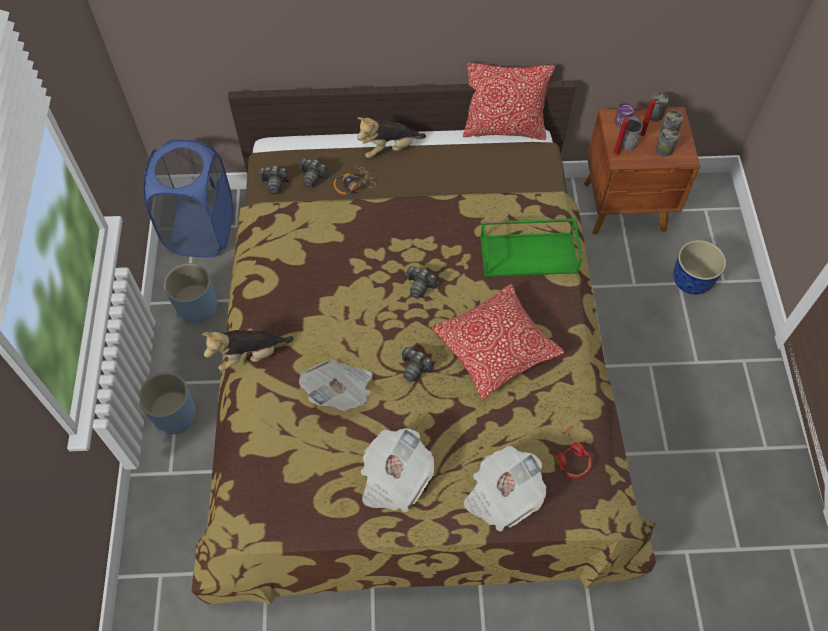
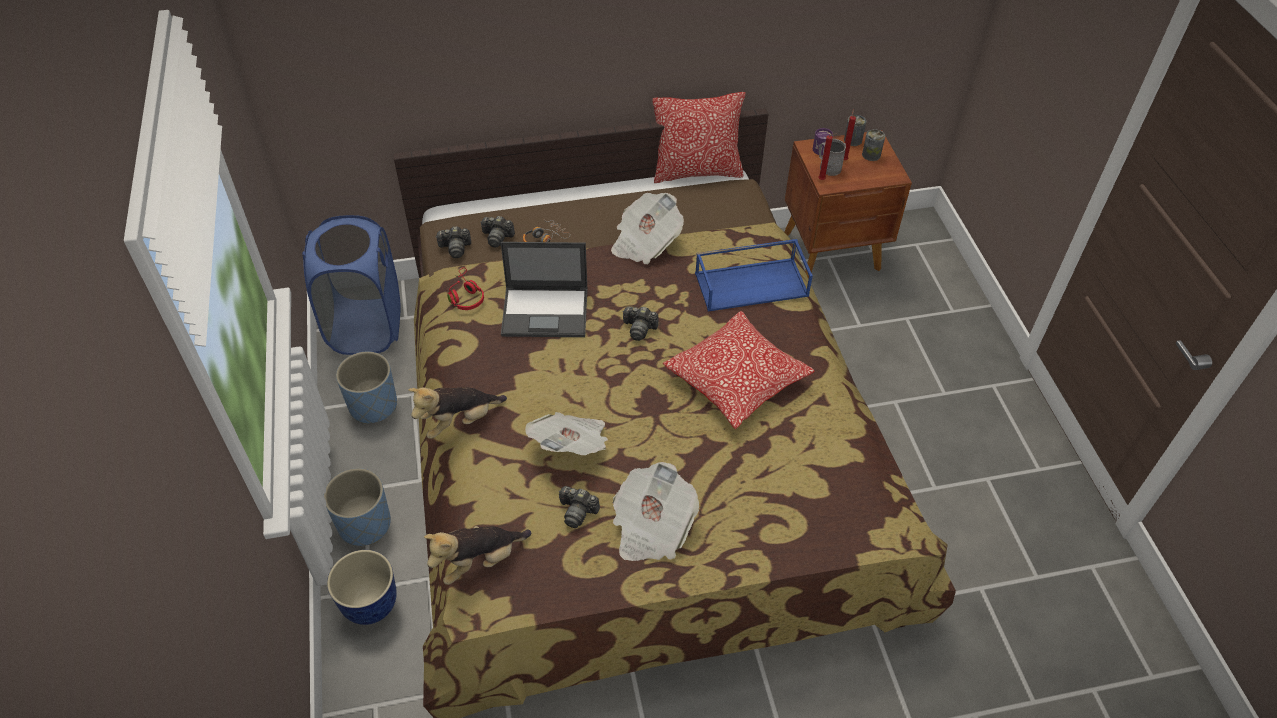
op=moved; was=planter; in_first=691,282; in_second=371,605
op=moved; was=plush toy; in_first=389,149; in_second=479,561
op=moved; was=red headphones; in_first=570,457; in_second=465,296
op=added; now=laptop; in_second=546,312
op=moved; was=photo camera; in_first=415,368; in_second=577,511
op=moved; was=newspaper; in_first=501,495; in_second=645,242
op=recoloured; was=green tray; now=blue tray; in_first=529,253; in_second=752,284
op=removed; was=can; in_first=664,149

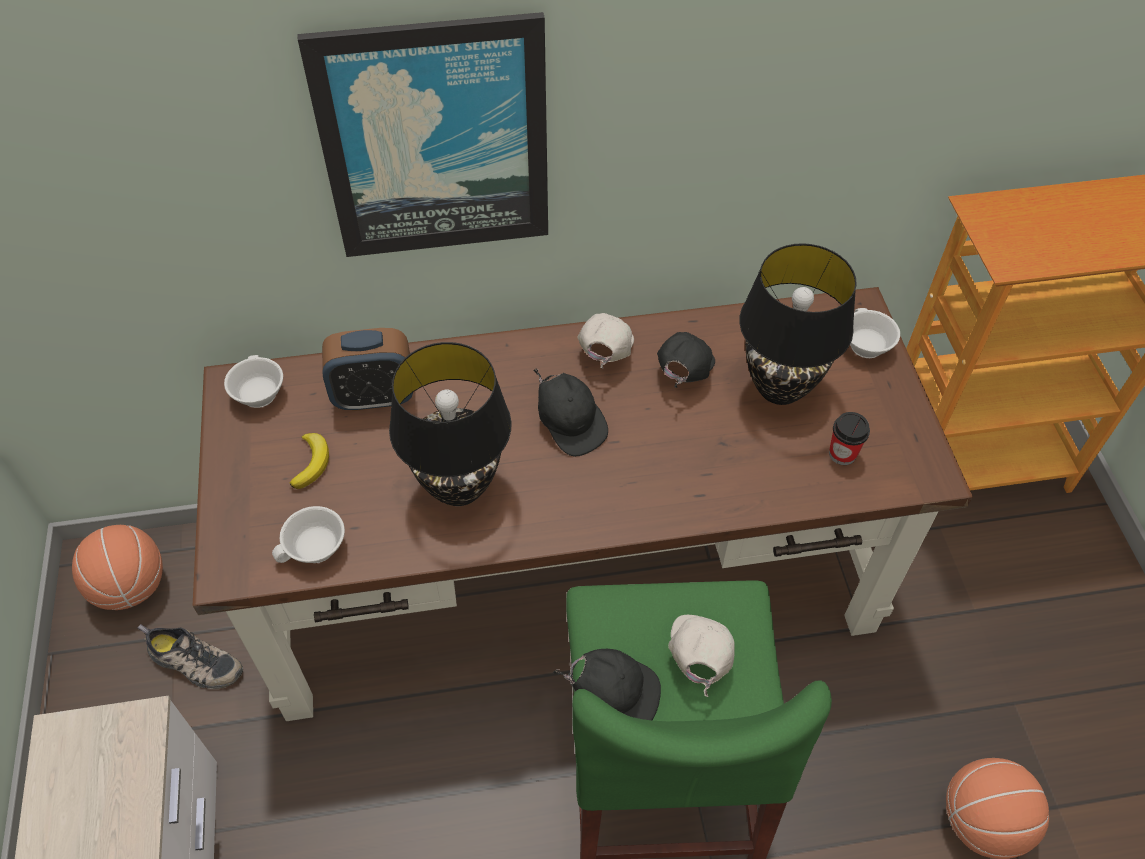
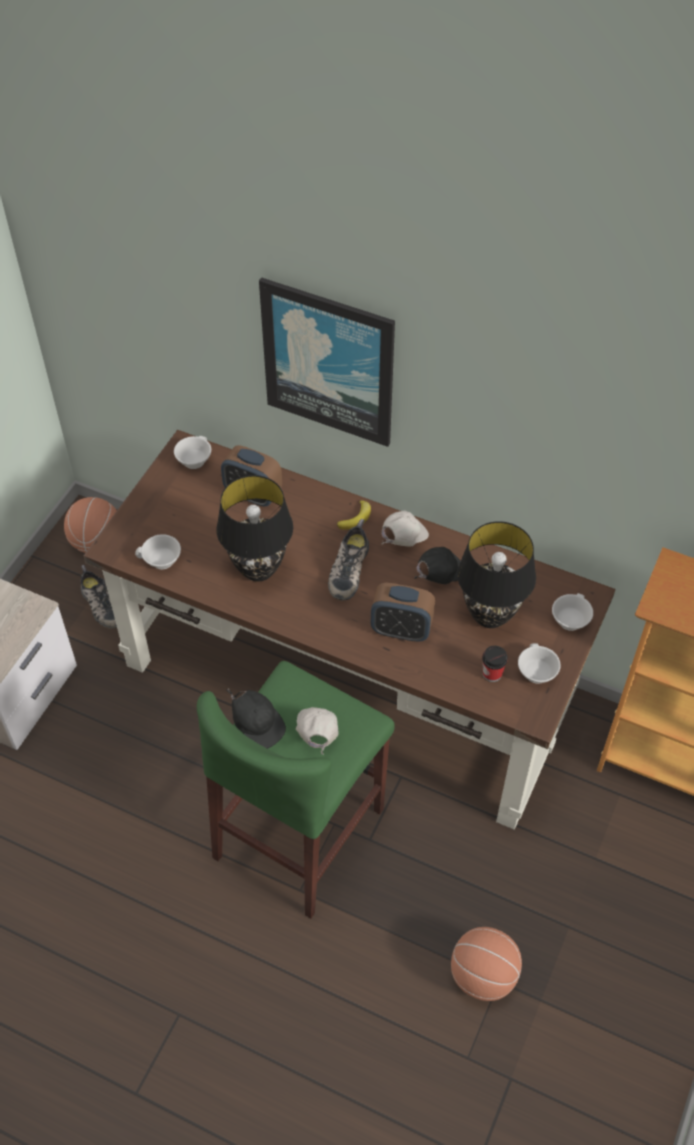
op=turned; was=white cap; in_first=698,657; in_second=317,734; clockwise=-45
op=replaced; was=black cap; now=shoe; in_first=570,424; in_second=347,568
op=moved; was=banana; in_first=311,462; in_second=356,518
op=added; now=alarm clock; in_second=401,630
op=added; now=white cup; in_second=535,672

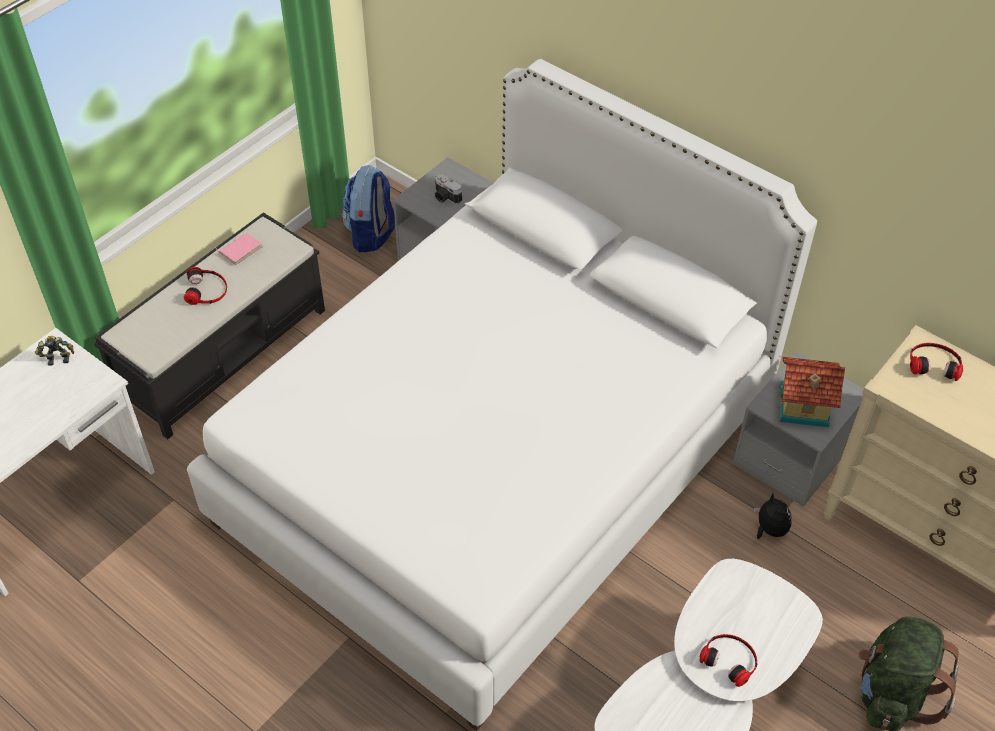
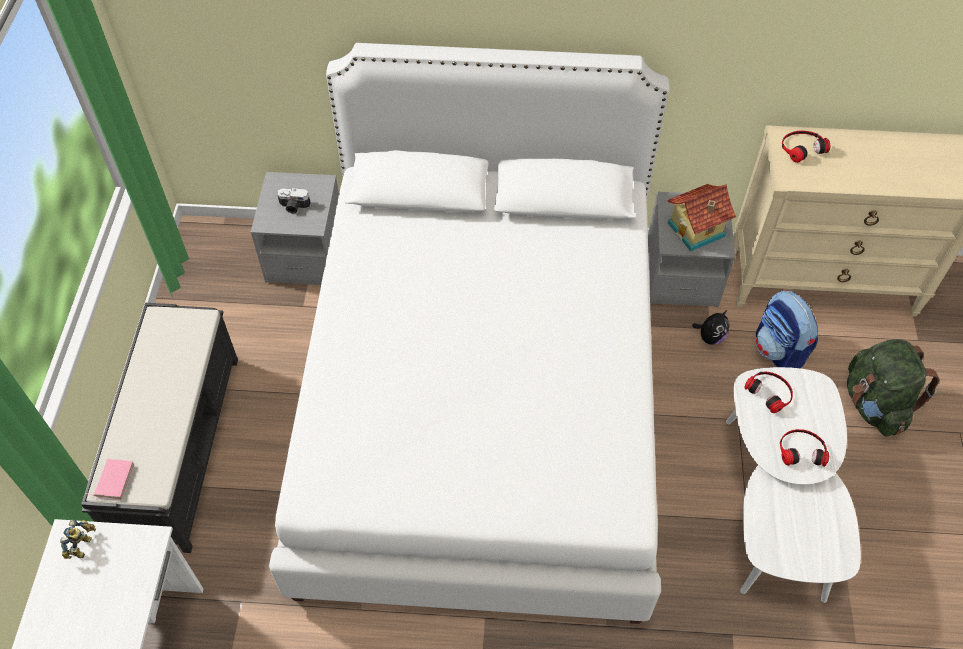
op=turned; was=toy robot; in_first=58,358; in_second=83,546; clockwise=150
op=moved; was=pink book; in_first=240,250; in_second=113,480
op=turned; was=plush toy; in_first=769,530; in_second=710,337; clockwise=105
op=moved; was=headphones; in_first=207,290; in_second=770,392
op=moved; was=backpack; in_first=371,234; in_second=779,351

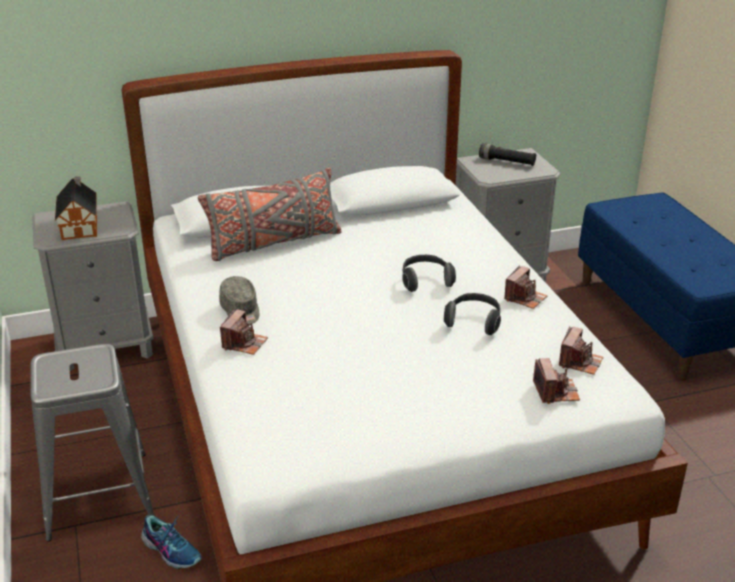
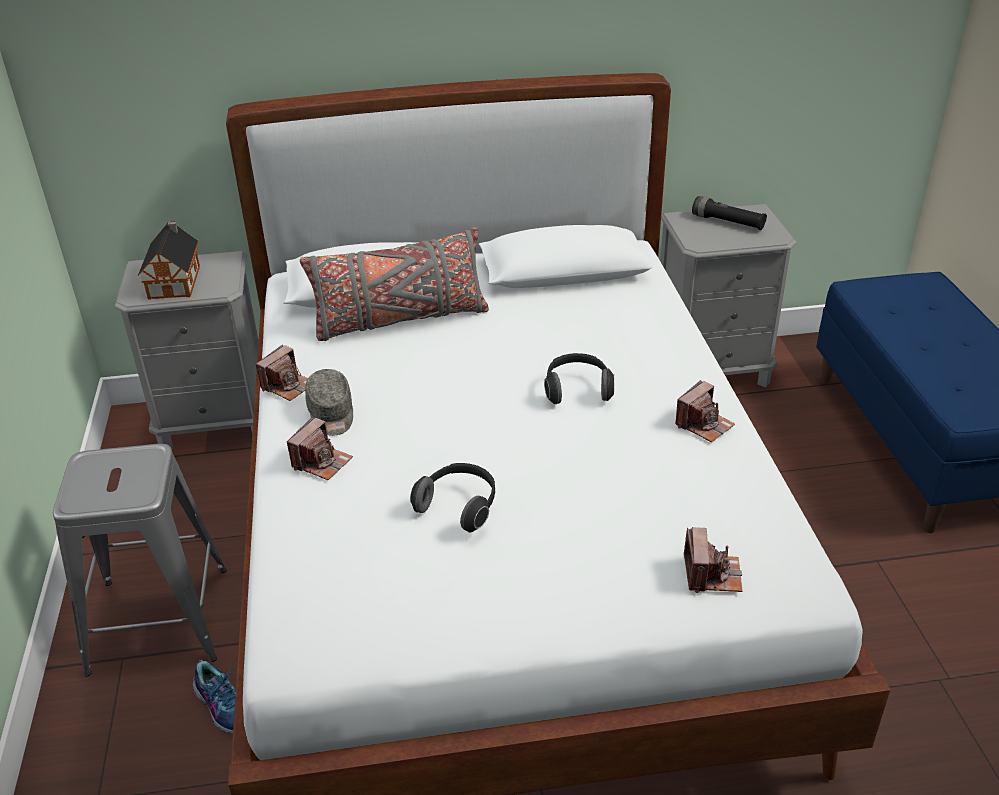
op=moved; was=photo camera; in_first=579,362; in_second=288,386
op=moved; was=headphones; in_first=474,322; in_second=459,506

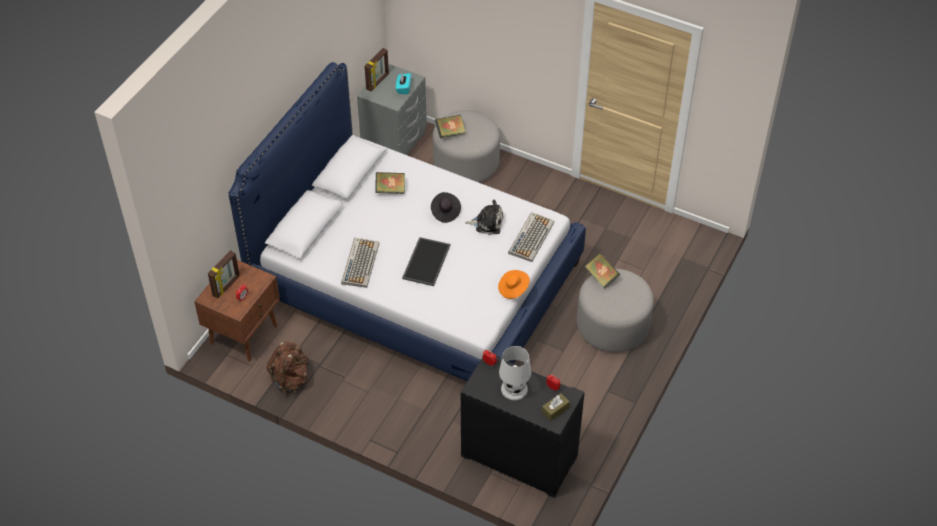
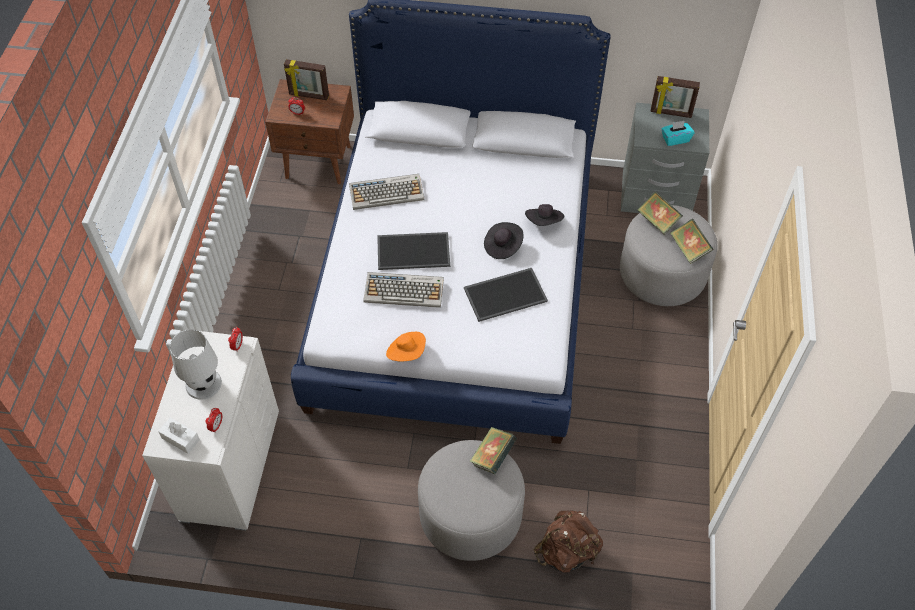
op=recoloured; was=black dresser; now=white dresser; in_first=518,457; in_second=229,465
op=recoloured; was=brown tissue box; now=white tissue box; in_first=555,410; in_second=180,439
op=moved; was=keyboard; in_first=531,237; in_second=404,290
op=replaced; was=plush toy; now=tray; in_first=487,223; in_second=505,293
op=added; now=black hat; in_second=544,222
op=moved; was=brown backpack; in_first=291,379; in_second=566,552
op=moved; was=book; in_first=390,189; in_second=689,249

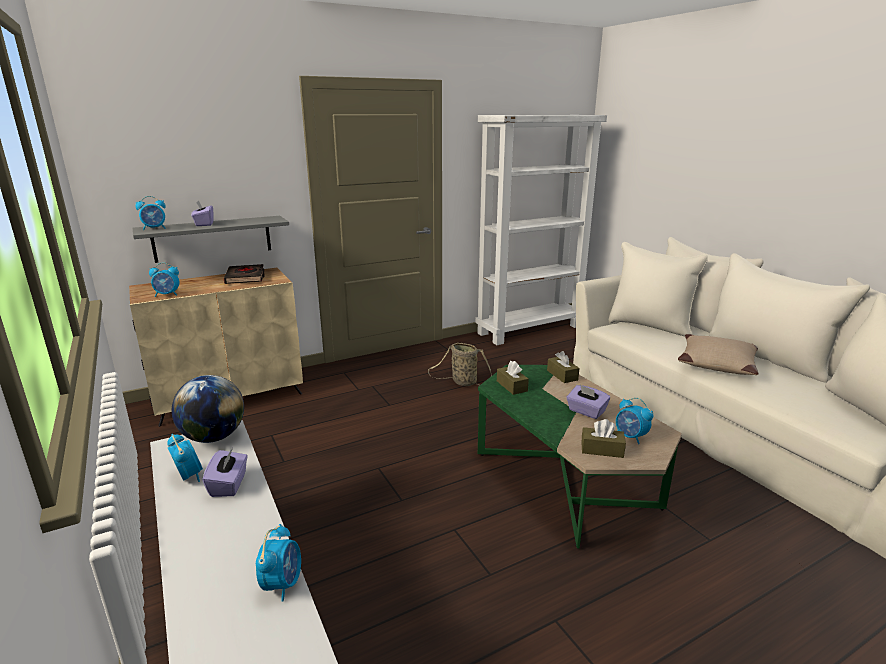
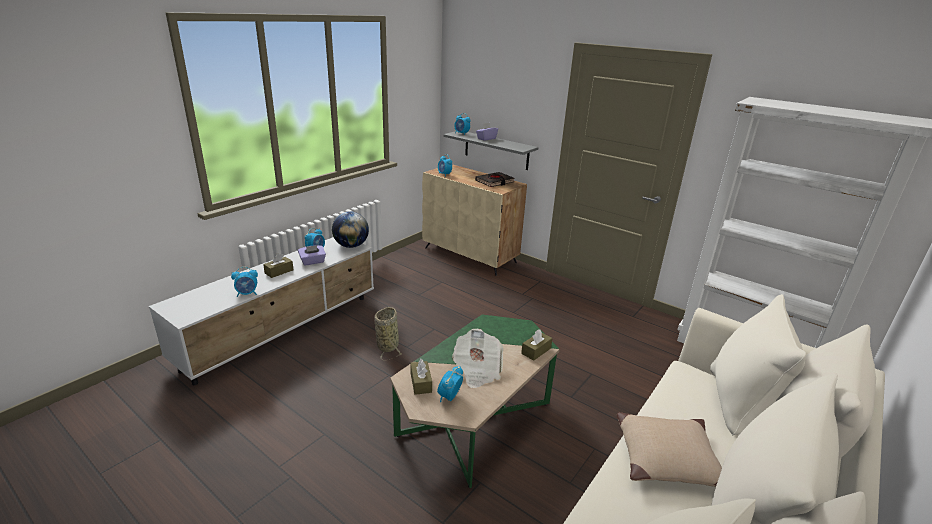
op=moved; was=brown tissue box; in_first=511,386; in_second=279,271
op=moved; was=basket; in_first=462,382; in_second=388,345
op=replaced; was=purple tissue box; now=newspaper; in_first=586,411; in_second=477,370

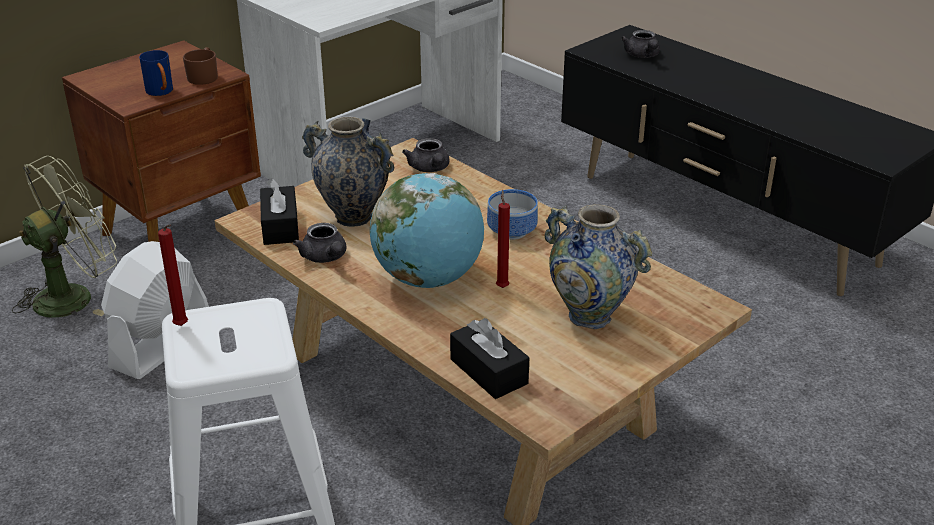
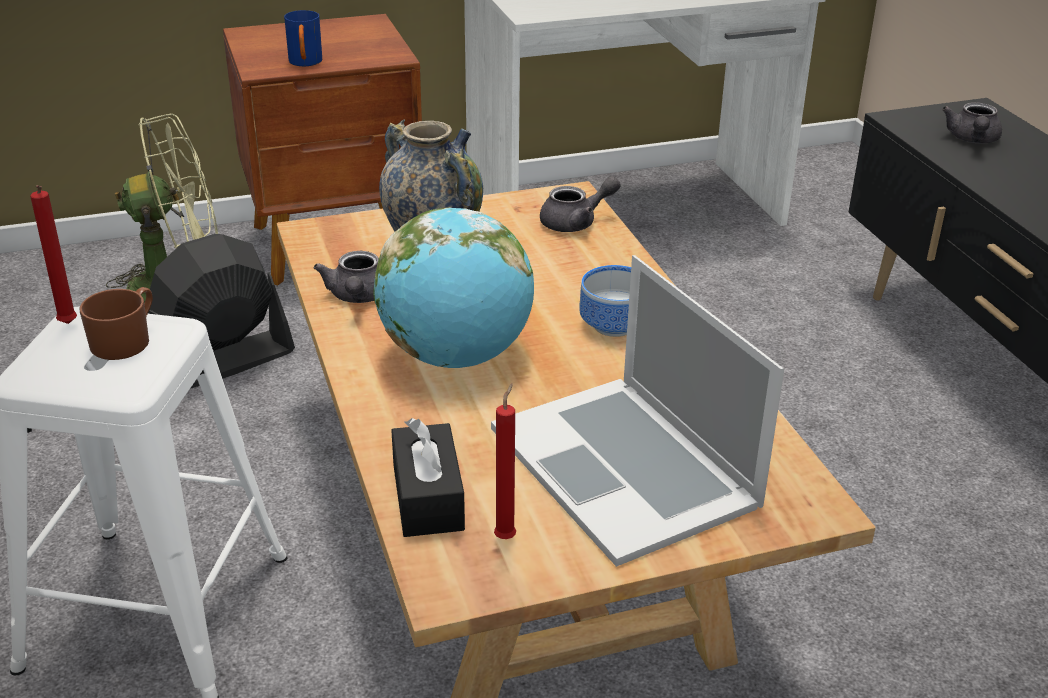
op=moved; was=brown mug; in_first=204,76; in_second=126,340
op=recoloured; was=white fan; now=black fan; in_first=161,344; in_second=222,362
op=replaced; was=vase; now=laptop; in_first=590,316; in_second=625,466
op=moved; was=red candle; in_first=502,286; in_second=506,536
op=turned; was=grey teapot; in_first=430,169; in_second=576,223; clockwise=-120
op=removed; was=black tissue box; in_first=280,226

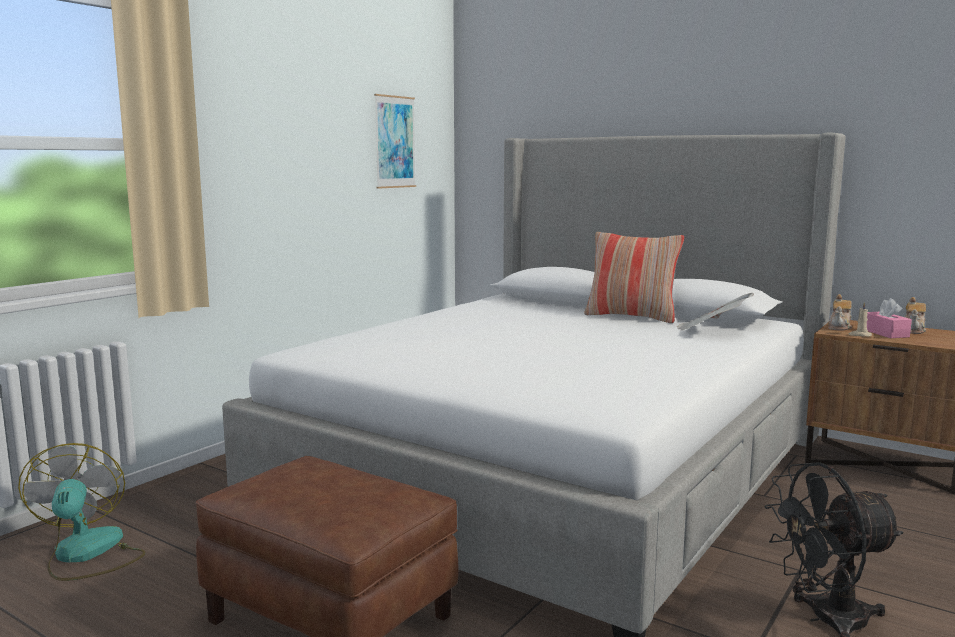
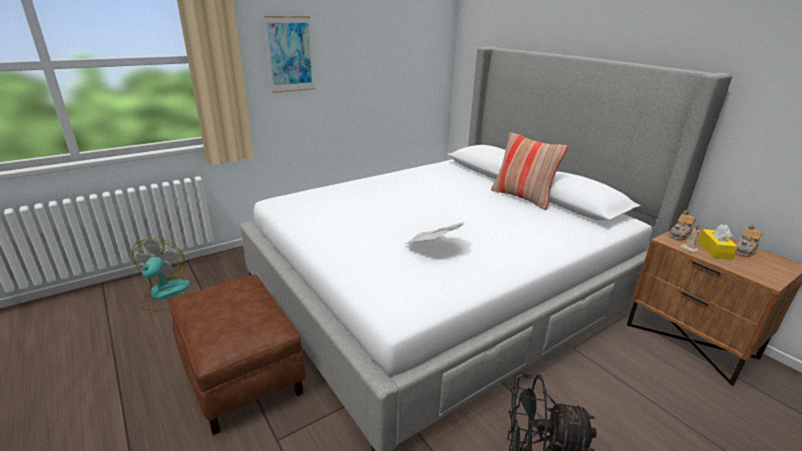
op=moved; was=picture; in_first=395,142; in_second=290,54
op=moved; was=newspaper; in_first=711,332; in_second=433,247
op=recoloured; was=pink tissue box; now=yellow tissue box; in_first=885,333; in_second=714,250

